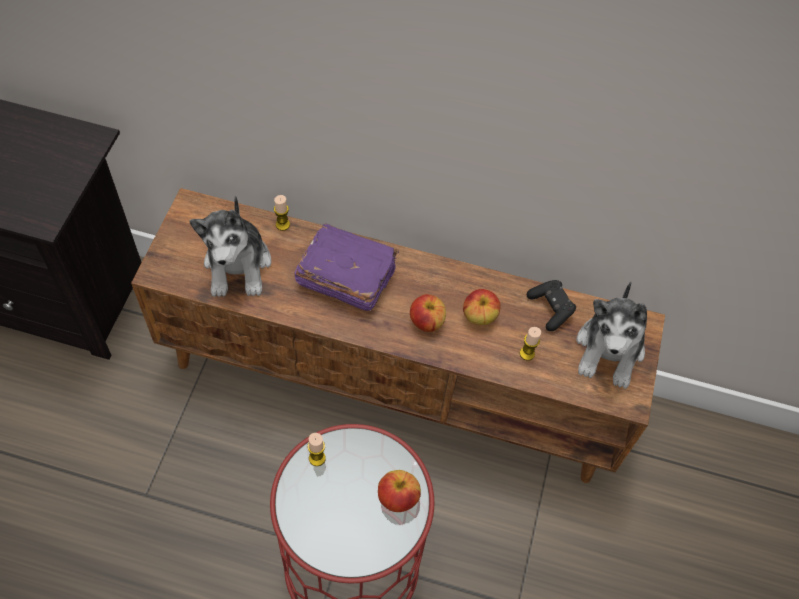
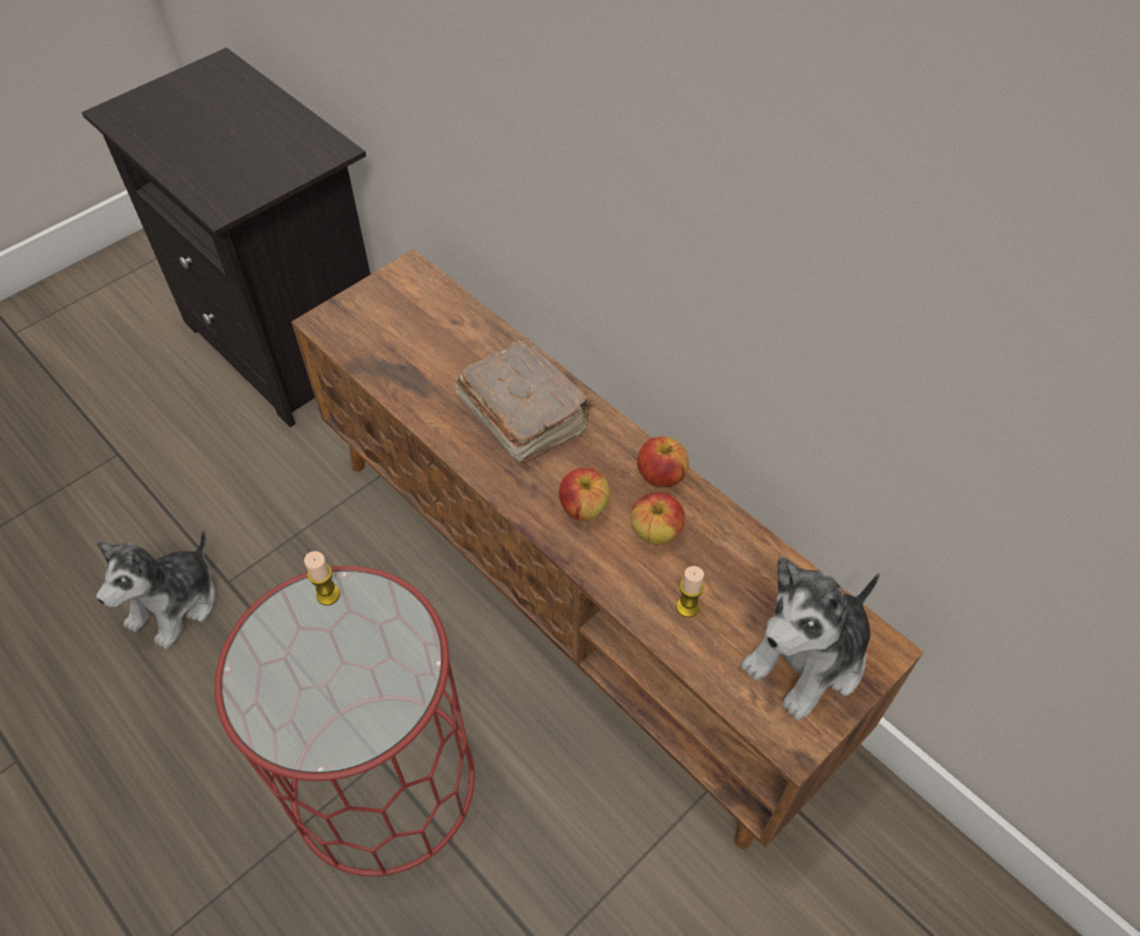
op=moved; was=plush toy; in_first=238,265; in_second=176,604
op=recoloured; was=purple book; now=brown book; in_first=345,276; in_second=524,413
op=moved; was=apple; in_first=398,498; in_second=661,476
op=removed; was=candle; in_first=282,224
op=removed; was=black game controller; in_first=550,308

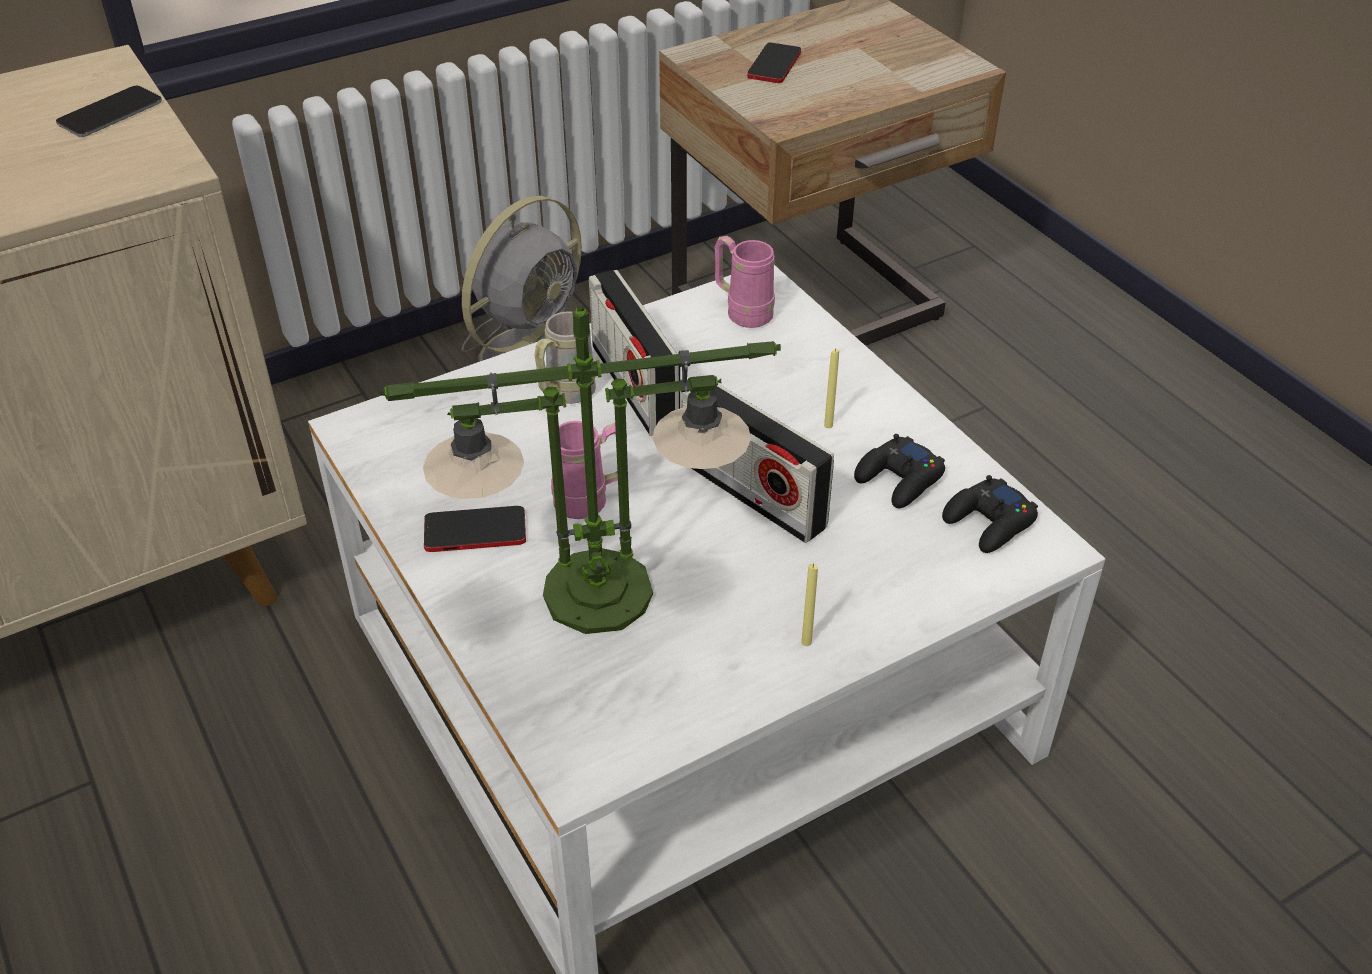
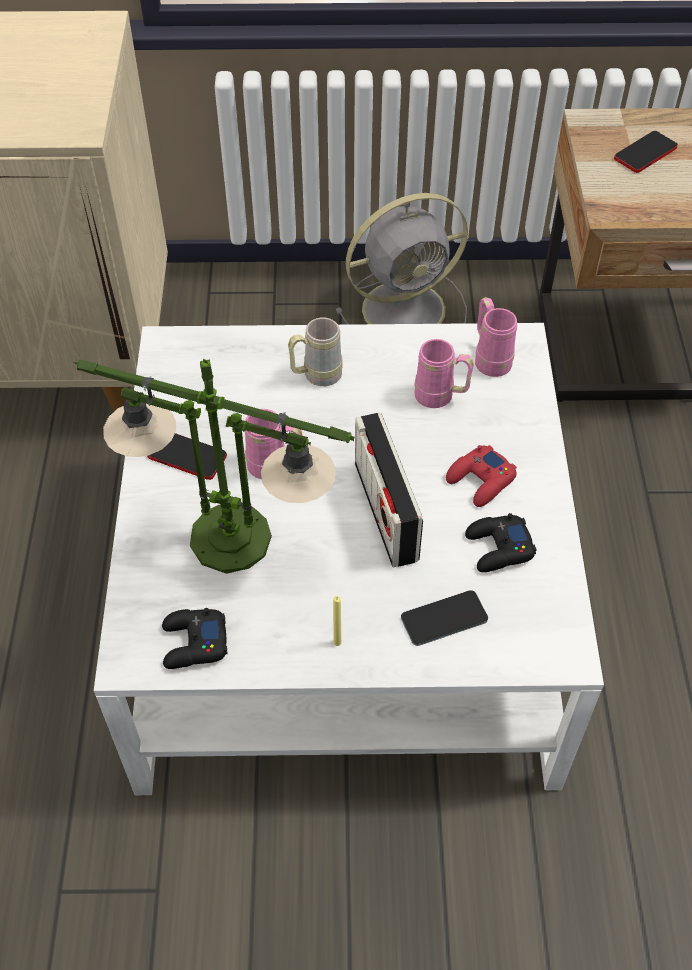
op=moved; was=black game controller; in_first=989,523; in_second=194,643
op=moved; was=phone; in_first=110,112; in_second=444,618
op=added; now=pink mug; in_second=441,397
op=replaced; was=yellow candle; now=red game controller; in_first=828,425; in_second=481,481
op=removed; was=radio; in_first=634,386

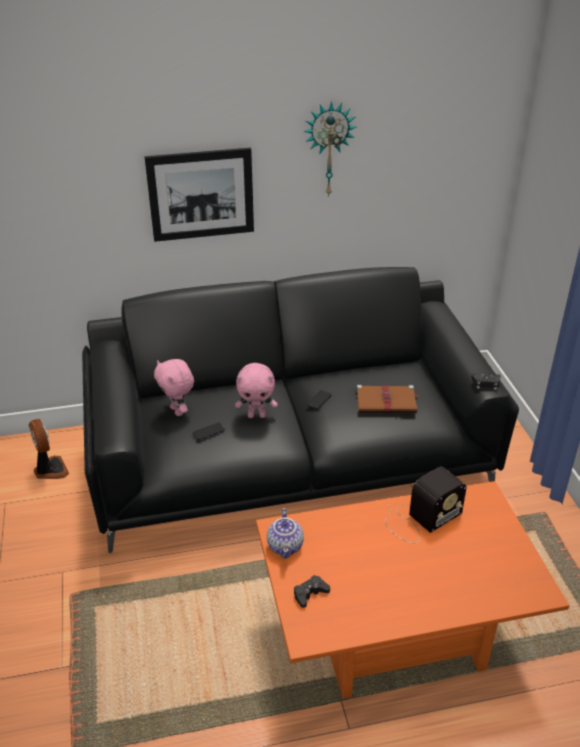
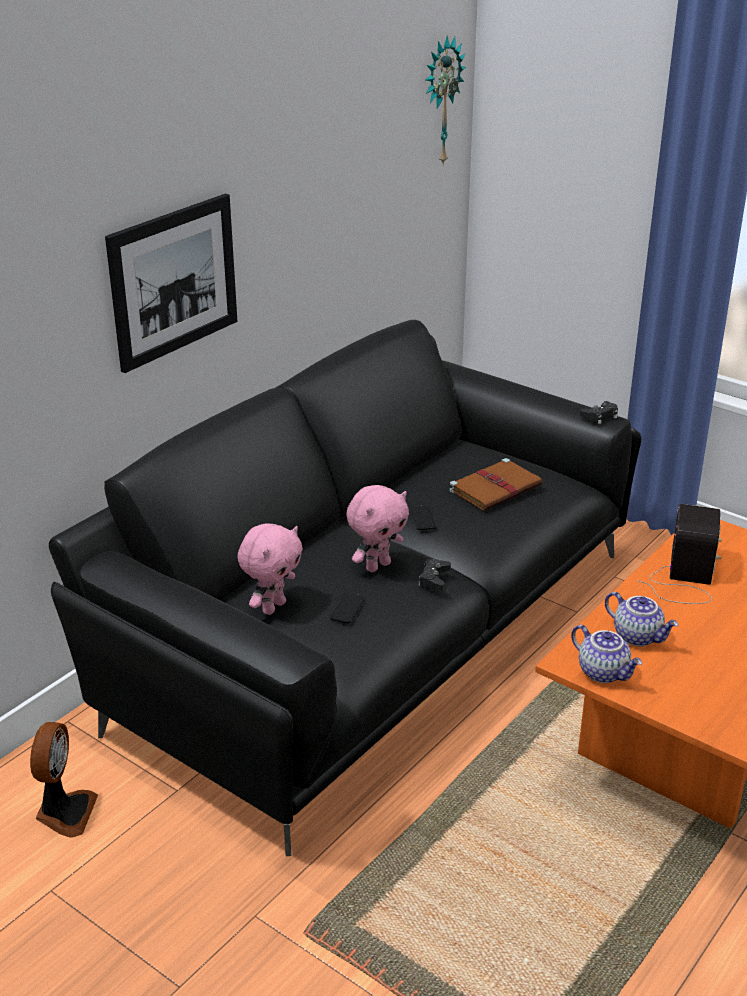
op=turned; was=fan; in_first=50,470; in_second=65,812; clockwise=75
op=turned; was=pink plush toy; in_first=178,411; in_second=273,607; clockwise=-75
op=moved; was=black game controller; in_first=310,594; in_second=434,579
op=moved; was=wall clock; in_first=328,149; in_second=440,101
op=added; now=teapot; in_second=638,636

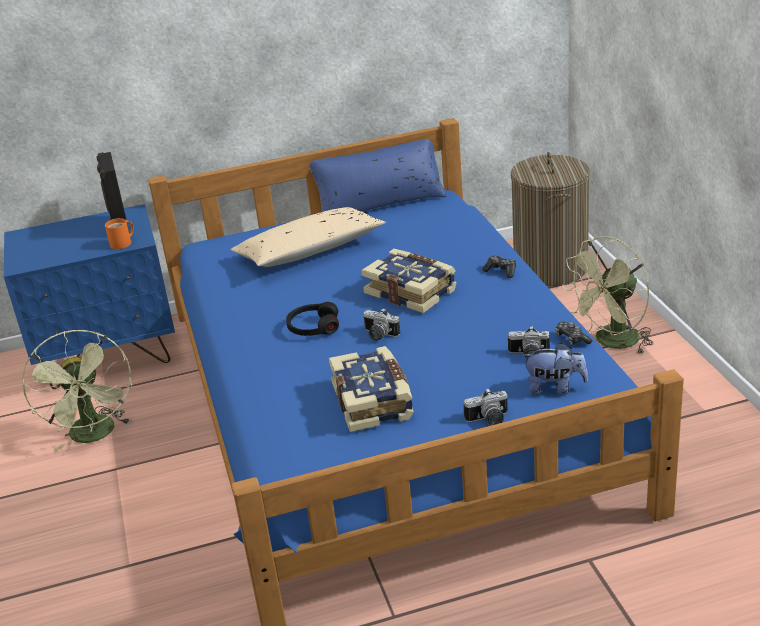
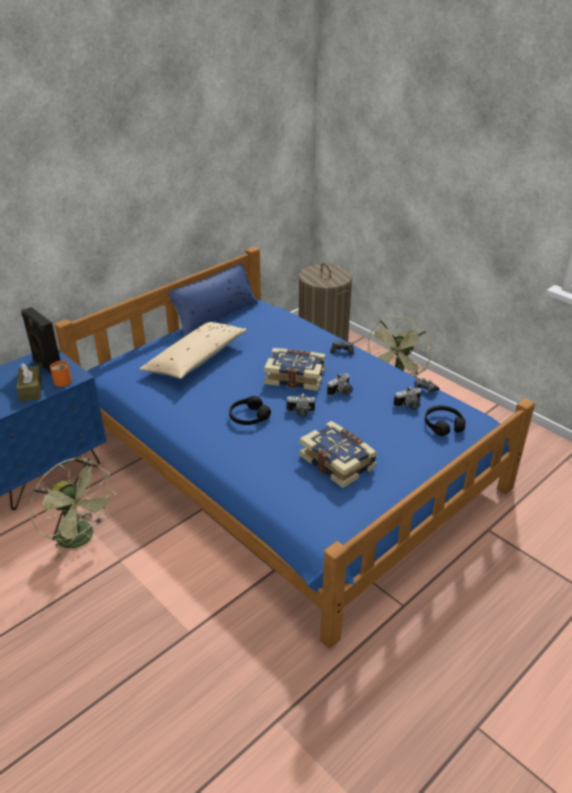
op=added; now=brown tissue box; in_second=31,389
op=moved; was=photo camera; in_first=489,420; in_second=341,392
op=replaced; was=plush toy; now=black headphones; in_first=555,388; in_second=443,425

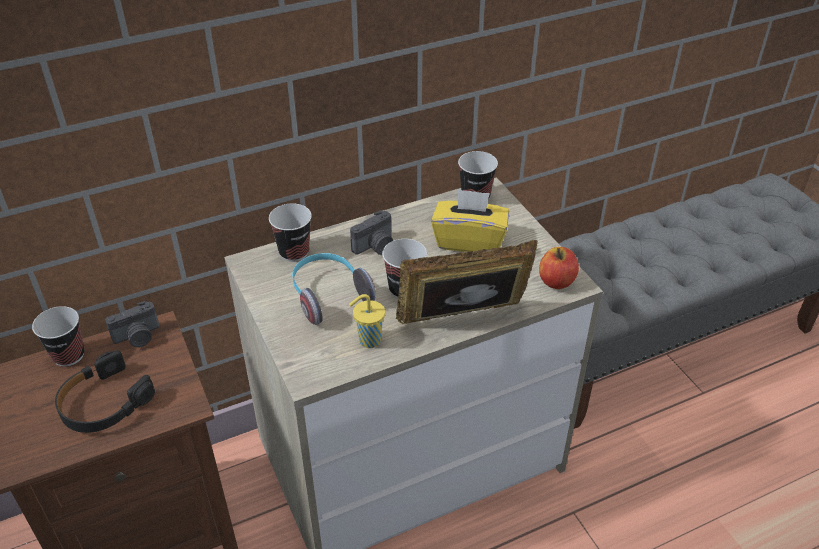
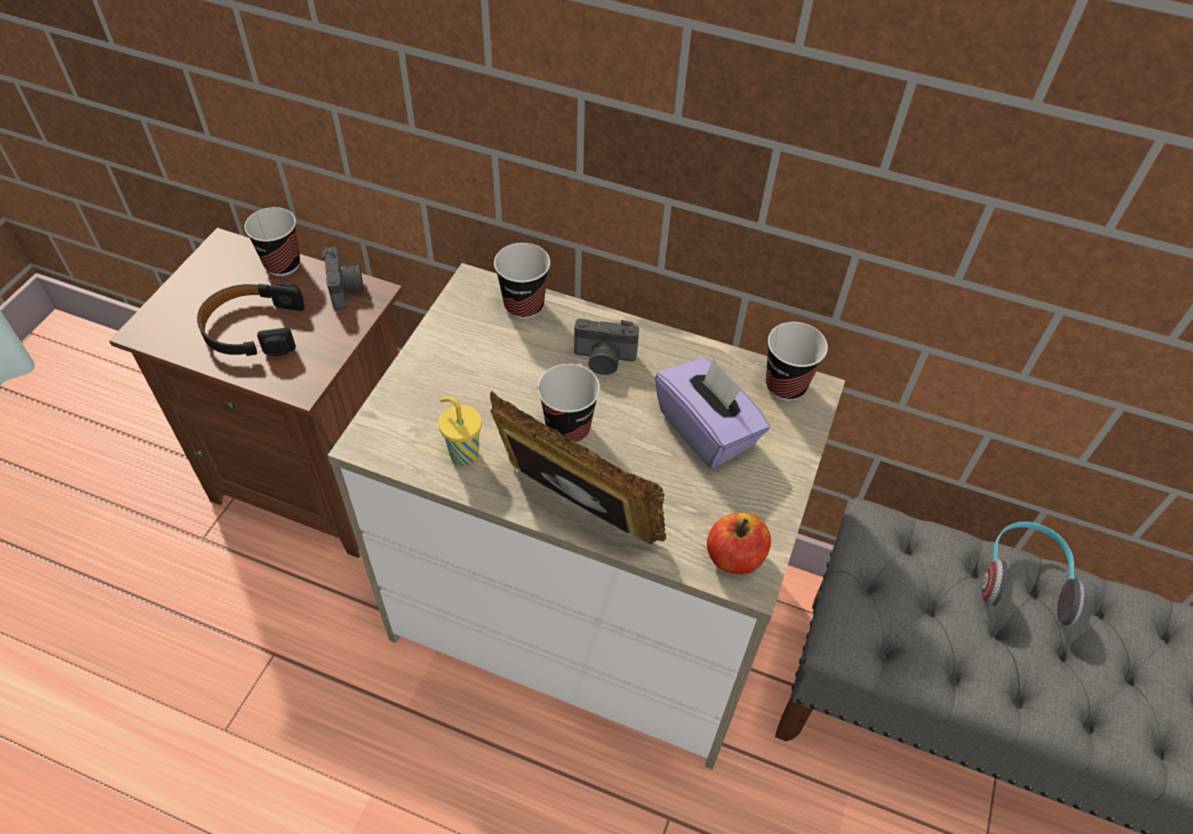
op=turned; was=photo camera; in_first=138,337; in_second=346,289; clockwise=-120
op=recoloured; was=yellow tissue box; now=purple tissue box; in_first=469,240; in_second=707,430
op=moved; was=headphones; in_first=328,295; in_second=1024,578

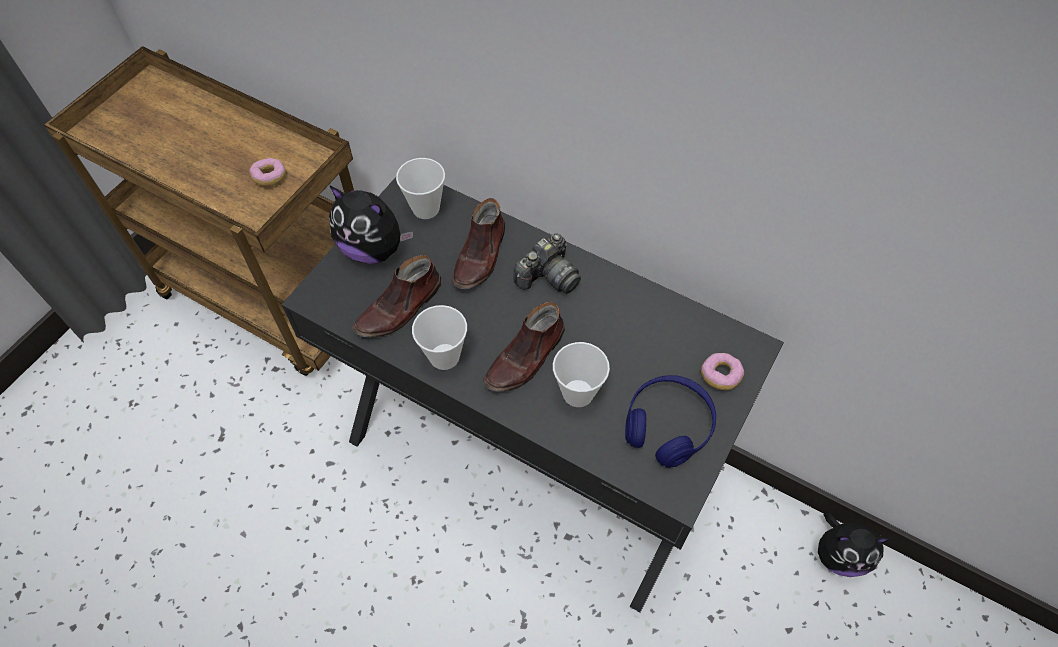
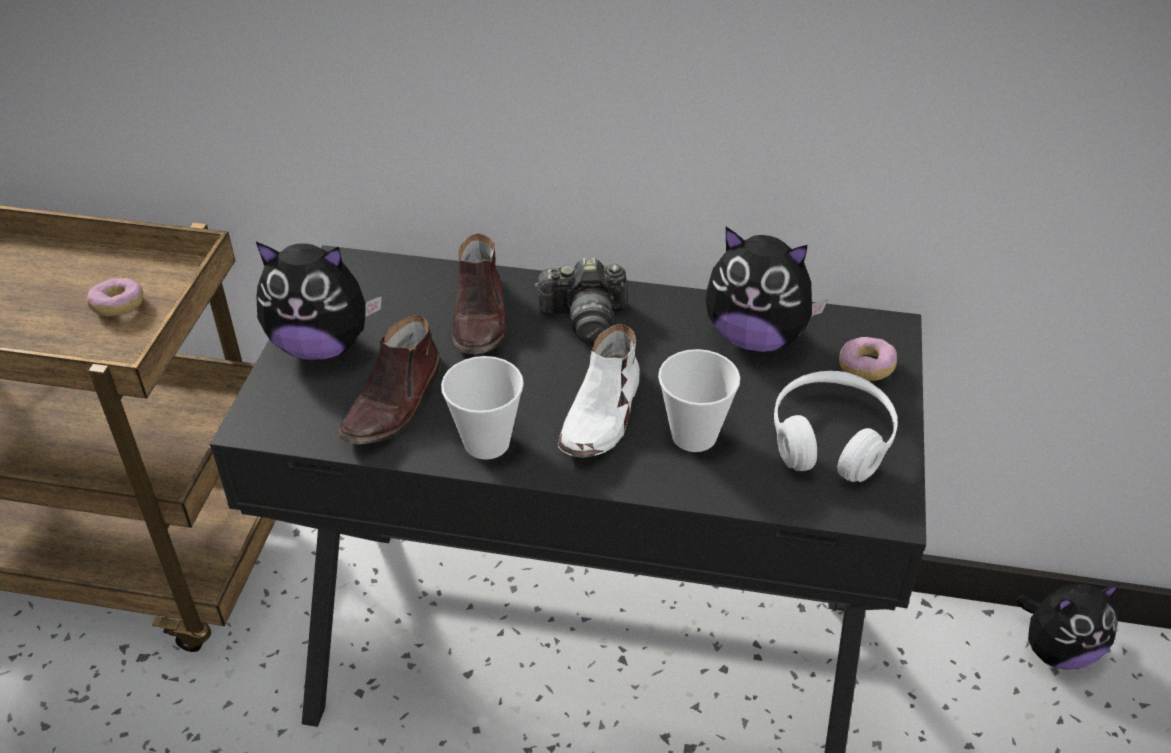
op=turned; was=photo camera; in_first=548,276; in_second=584,318; clockwise=60
op=recoloured; was=brown shoe; now=white shoe; in_first=526,358; in_second=602,414
op=added; now=plush toy; in_second=756,337
op=recoloured; was=blue headphones; now=white headphones; in_first=668,425; in_second=831,439
op=removed; was=cup; in_first=426,208

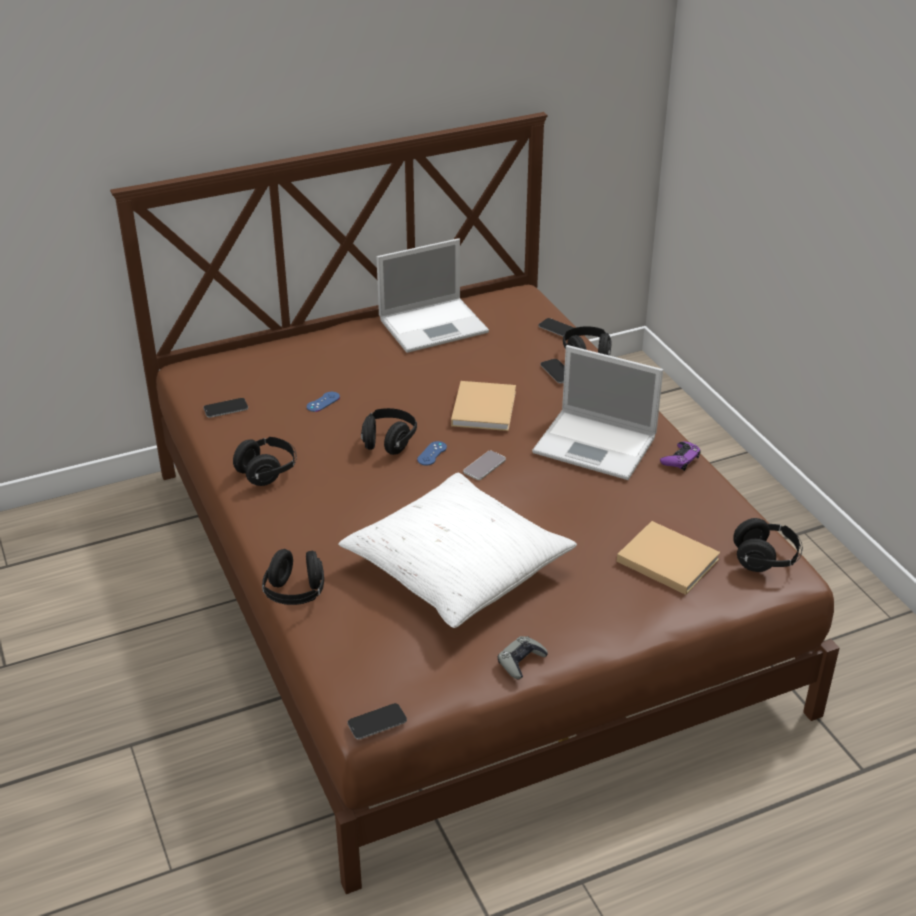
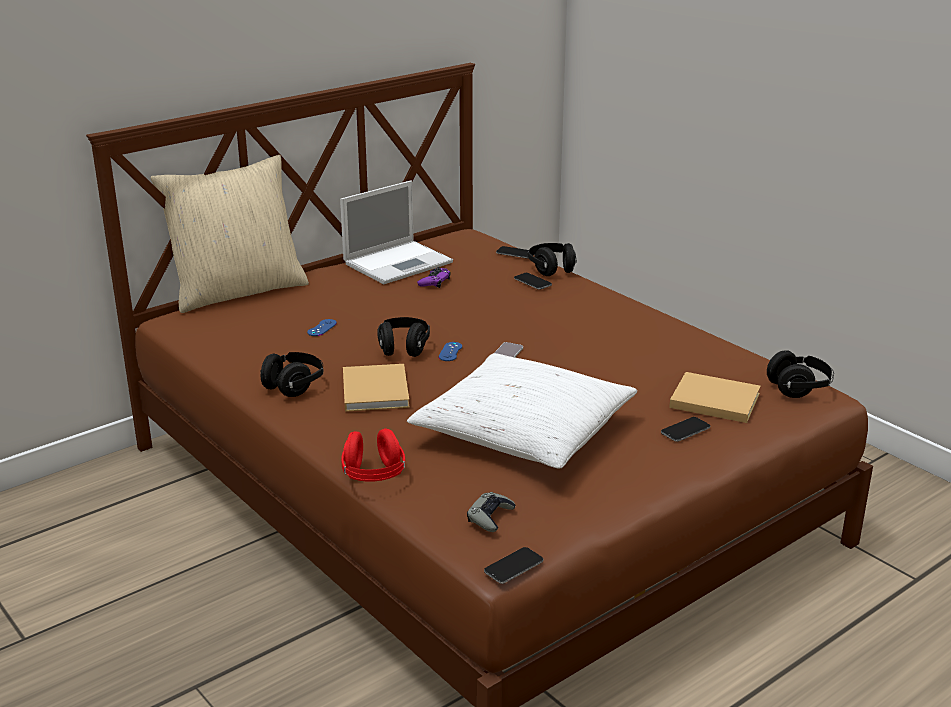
op=added; now=beige pillow; in_second=238,291
op=recoloured; was=black headphones; now=red headphones; in_first=295,593; in_second=373,475
op=moved; was=beige book; in_first=484,407; in_second=375,389
op=moved; was=purple game controller; in_first=680,459; in_second=434,282
op=moved; was=grey game controller; in_first=521,661; in_second=490,516
op=moved; was=phone; in_first=226,409; in_second=685,430
op=removed; was=laptop; in_first=597,445

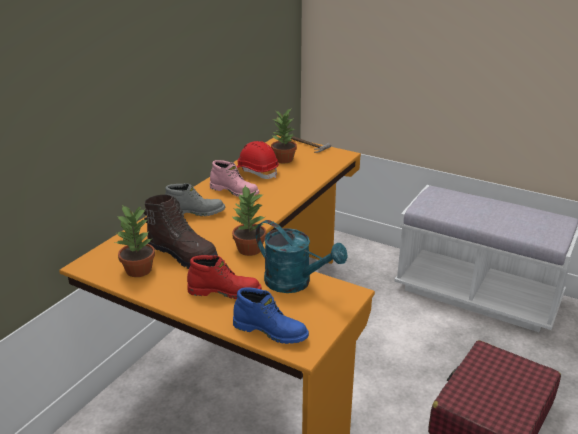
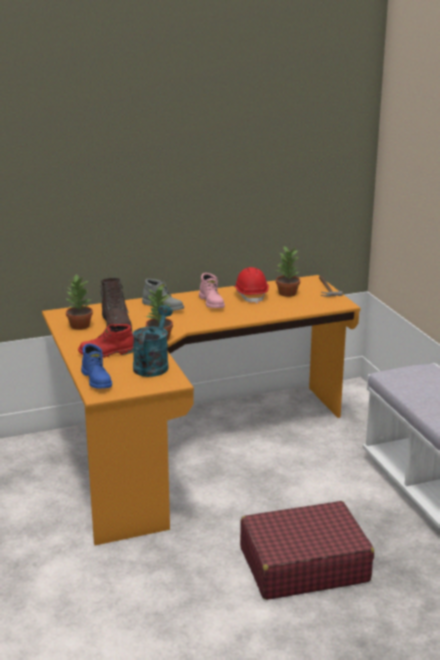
op=turned; was=red boot; in_first=225,291; in_second=106,353; clockwise=120
op=turned; was=turquoise watering can; in_first=295,283; in_second=153,364; clockwise=-150

